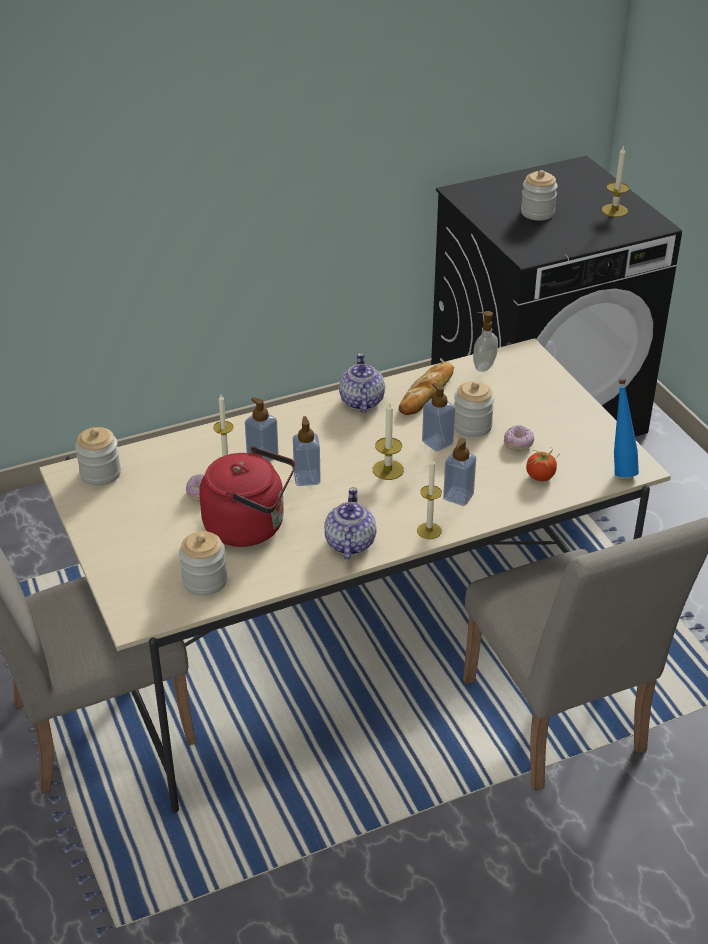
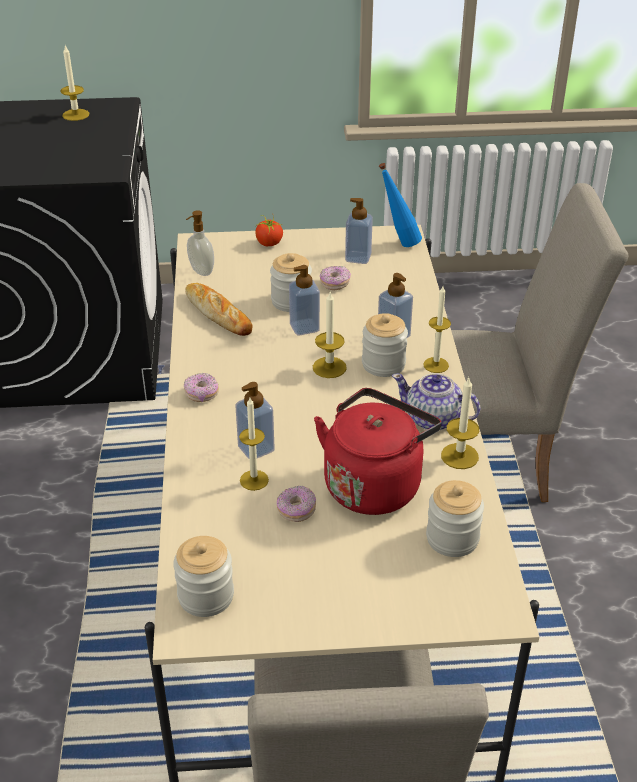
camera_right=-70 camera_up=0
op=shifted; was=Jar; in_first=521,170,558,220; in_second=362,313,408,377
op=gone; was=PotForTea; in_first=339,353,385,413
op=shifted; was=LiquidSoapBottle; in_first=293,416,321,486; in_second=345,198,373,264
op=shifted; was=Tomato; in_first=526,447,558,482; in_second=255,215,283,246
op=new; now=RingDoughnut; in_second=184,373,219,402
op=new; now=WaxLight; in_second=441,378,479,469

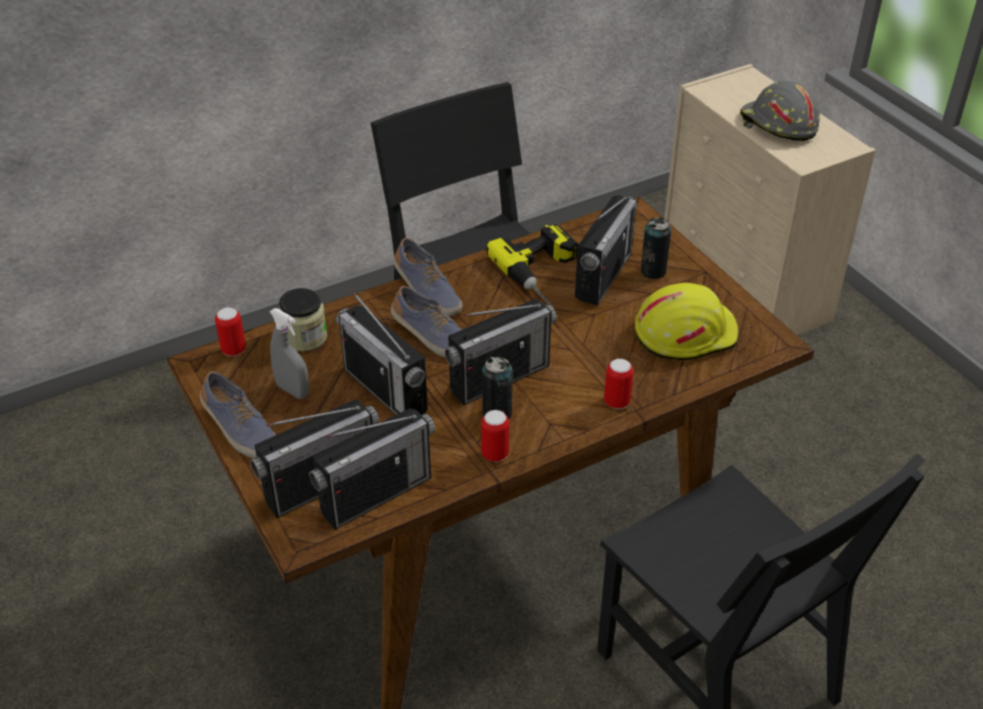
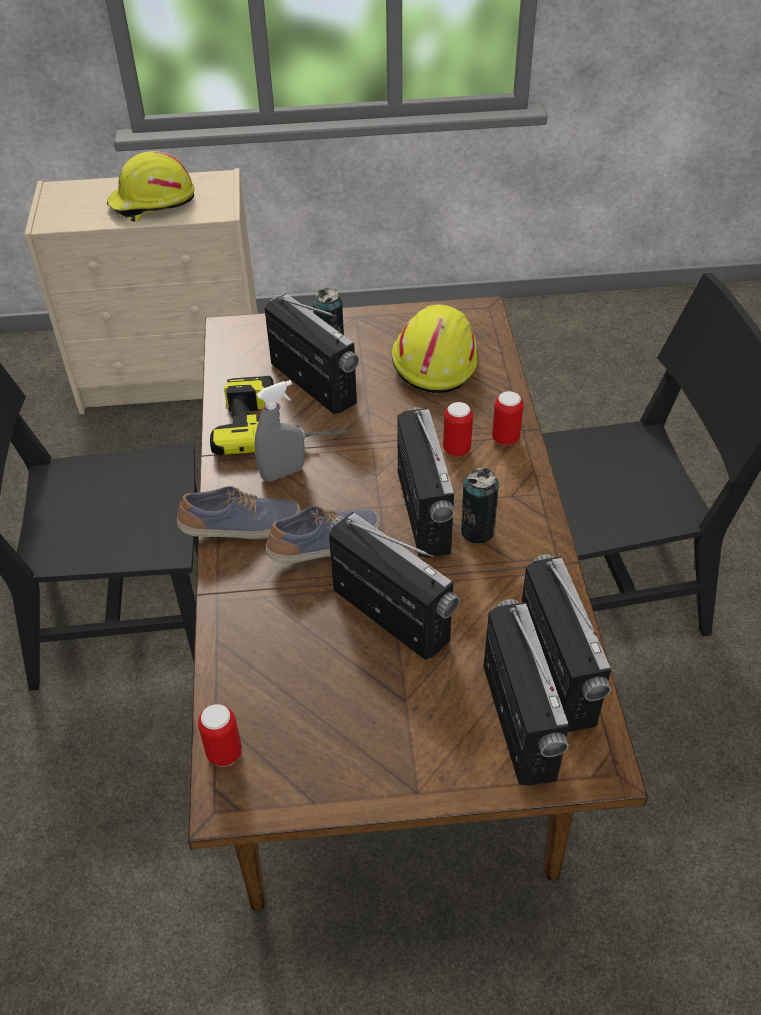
camera_right=-65 camera_up=5
op=repainted; was=GreyWorkHelmet; now=YellowWorkHelmet; in_first=740,81,820,141; in_second=107,151,195,222
op=gone; was=Jar; in_first=279,288,327,352
op=rotated; was=RadioSet; in_first=336,290,428,415; in_second=328,512,460,660; clockwise=-120
op=shifted; was=GreySprayer; in_first=269,308,309,399; in_second=255,380,304,482
op=gone; was=Shoe; in_first=200,371,276,458
op=shifted; was=SealedCan; in_first=481,410,509,462; in_second=443,402,473,457

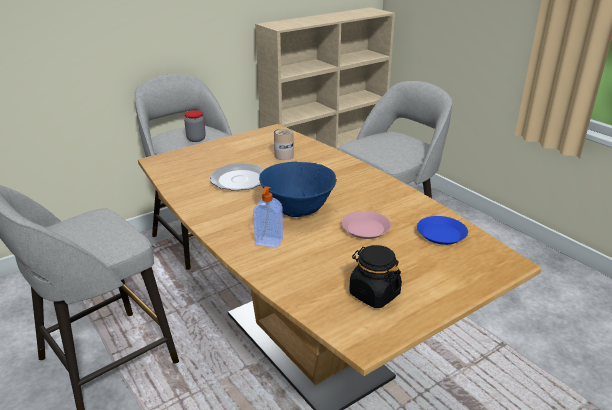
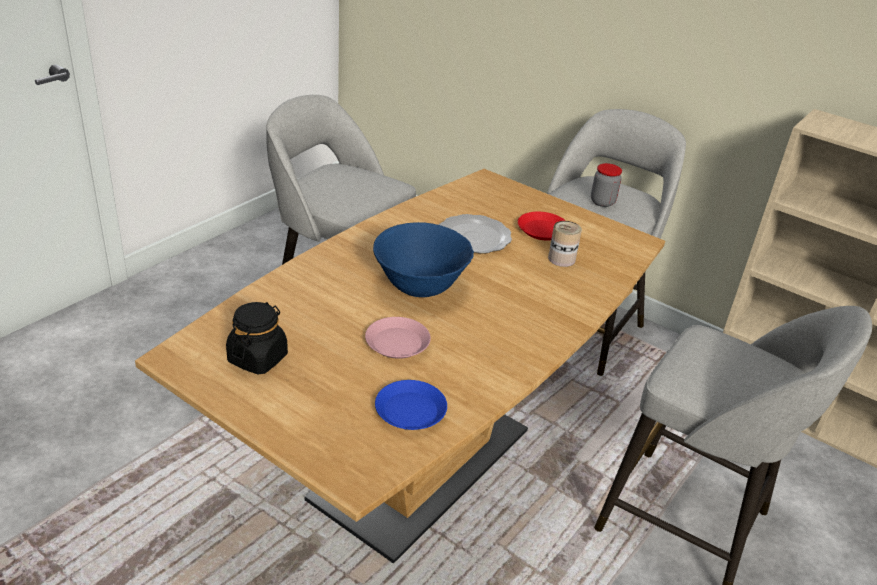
camera_right=70 camera_up=5
op=gone; was=LiquidSoapBottle; in_first=253,186,283,248
op=new; now=RedPlate; in_second=518,212,566,241

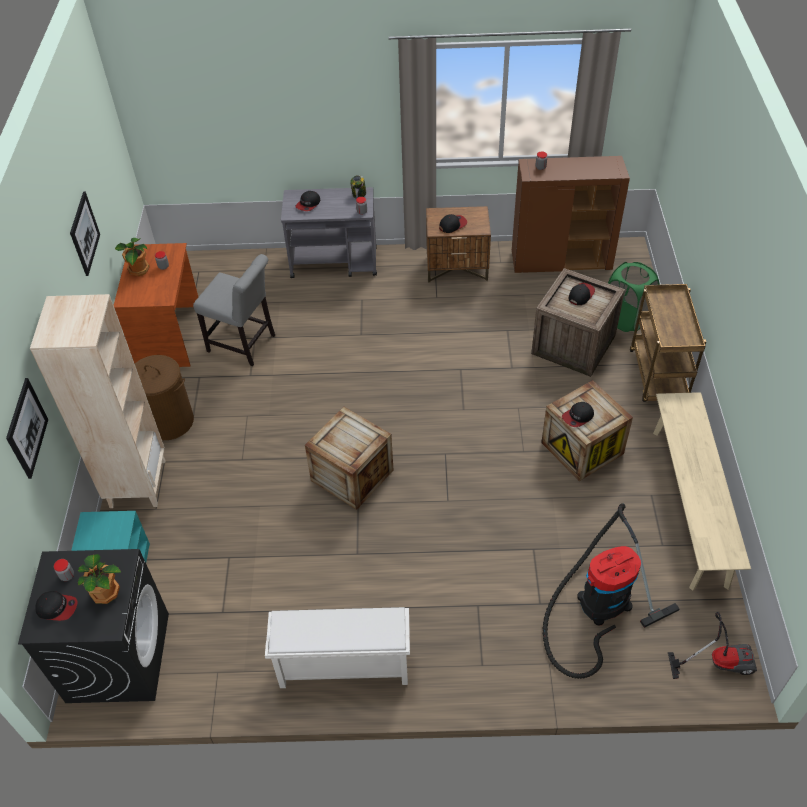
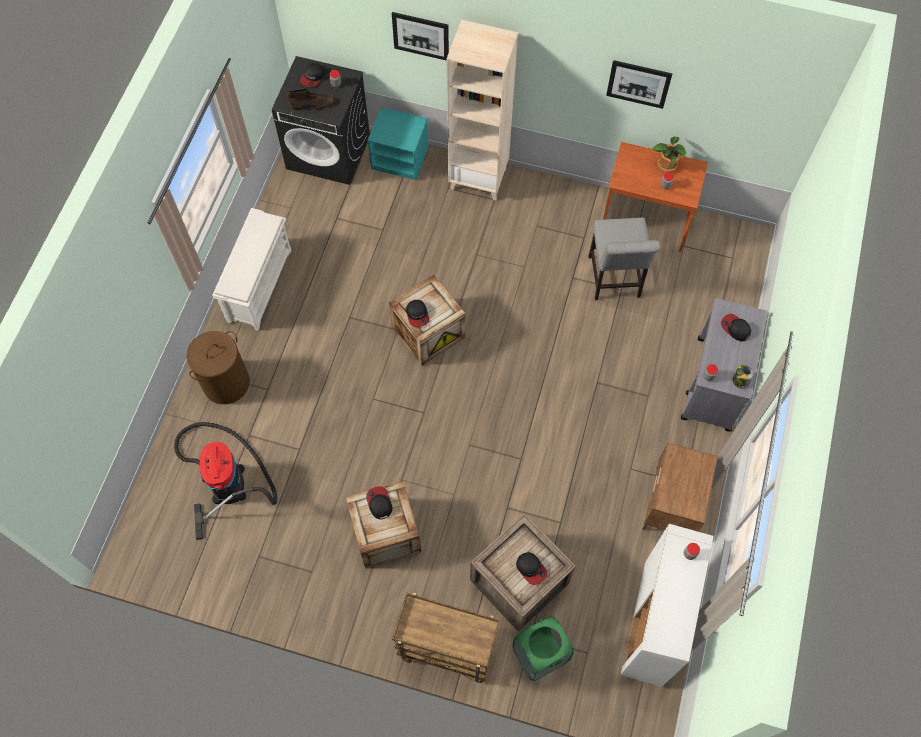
camera_right=105 camera_up=15
op=repainted; was=BrownCabinet; now=WhiteCabinet; in_first=512,156,630,273; in_second=620,524,714,687
op=shifted; was=PeakedCap; in_first=439,214,467,233; in_second=406,300,429,327
op=rotated; was=GreyPlainChair; in_first=193,254,275,366; in_second=589,217,660,300; clockwise=-45
op=shifted; was=BrownHamper; in_first=135,355,194,440; in_second=186,331,250,404
op=gone; was=SandColouredBench; in_first=653,392,751,591
op=swapped; was=PottedPlant; now=BrownTallBoot; in_first=78,554,121,604; in_second=288,87,334,111
op=gone; was=Hoover; in_first=668,612,757,679

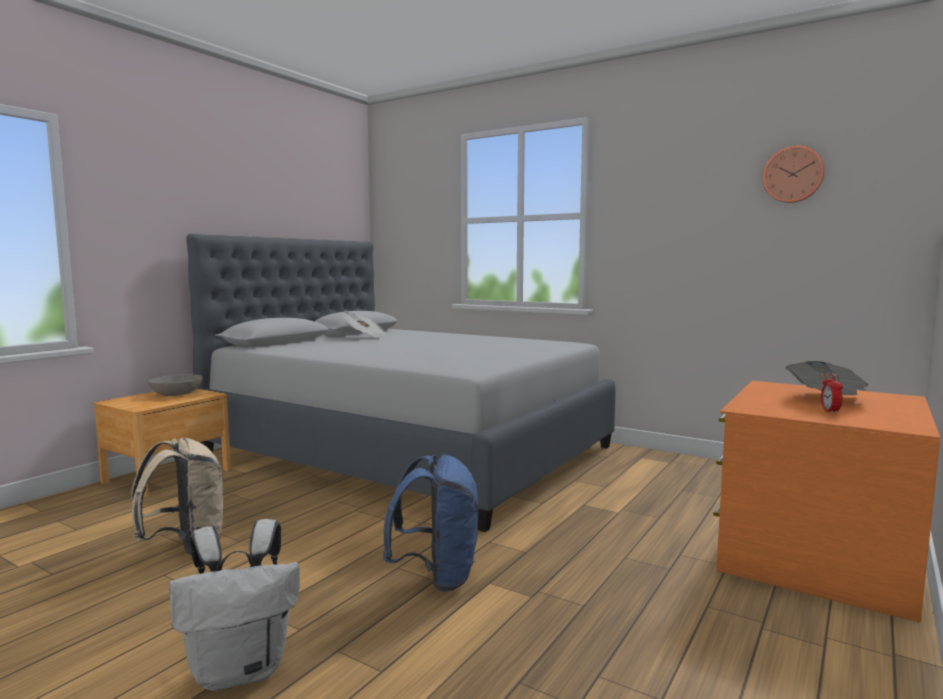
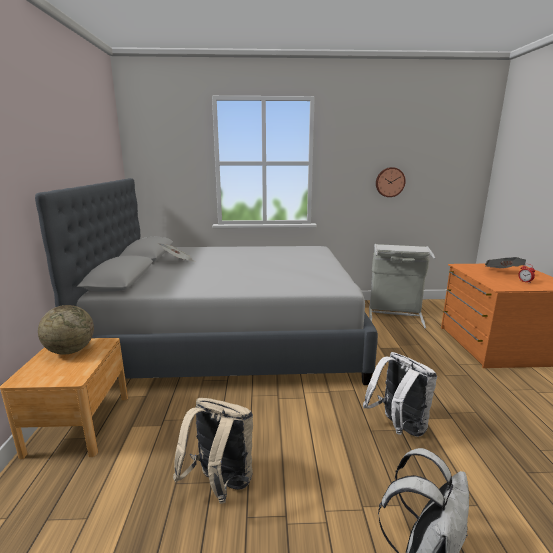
camera_right=-35 camera_up=10
op=shifted; was=HangingClock; in_first=762,145,825,203; in_second=376,167,406,197
op=swapped; was=GreyDeepDish; now=Globe; in_first=148,374,203,396; in_second=38,305,94,355
op=repainted; was=BluishBackpack; now=WhiteBackpack; in_first=383,455,479,592; in_second=363,352,437,437
op=new; now=GreyHamper; in_second=369,244,435,328

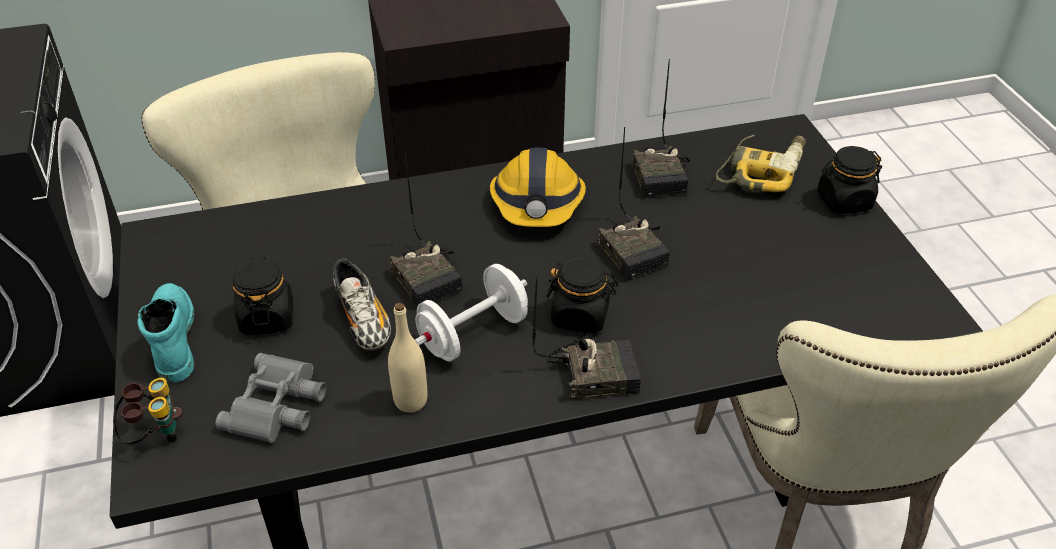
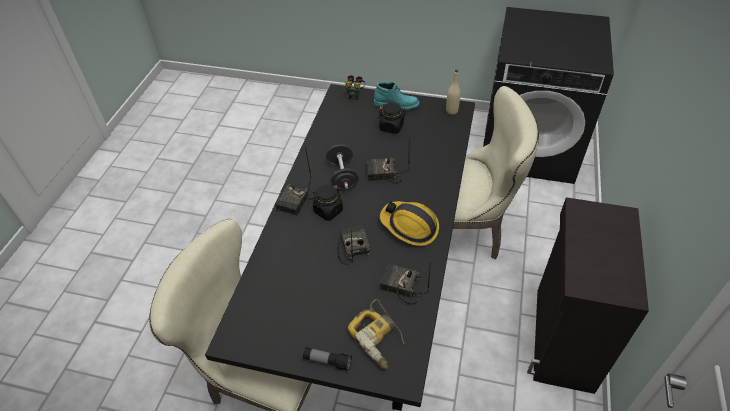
camera_right=120 camera_up=5
op=rotated; was=RadioSet; in_first=597,127,670,280; in_second=337,225,371,265; clockwise=75
op=swapped; was=BlackishJar; now=HandTorch; in_first=817,146,882,214; in_second=303,347,352,371
op=gone; was=Shoe; in_first=333,258,391,351
op=repainted; was=WhiteHandWeight; now=BlackishHandWeight; in_first=415,264,528,361; in_second=326,144,359,190
op=shifted; was=SandColouredBottle; in_first=388,303,427,413; in_second=446,70,460,115
op=gone; was=GreyFieldGlasses; in_first=215,353,326,443

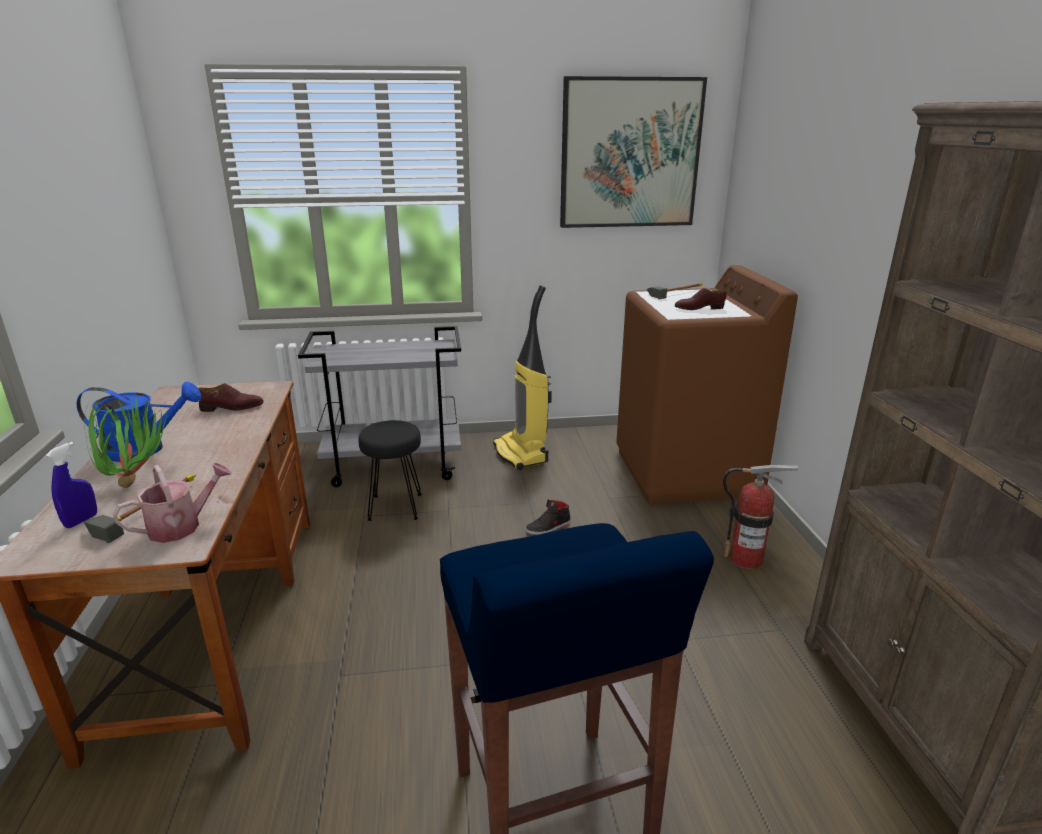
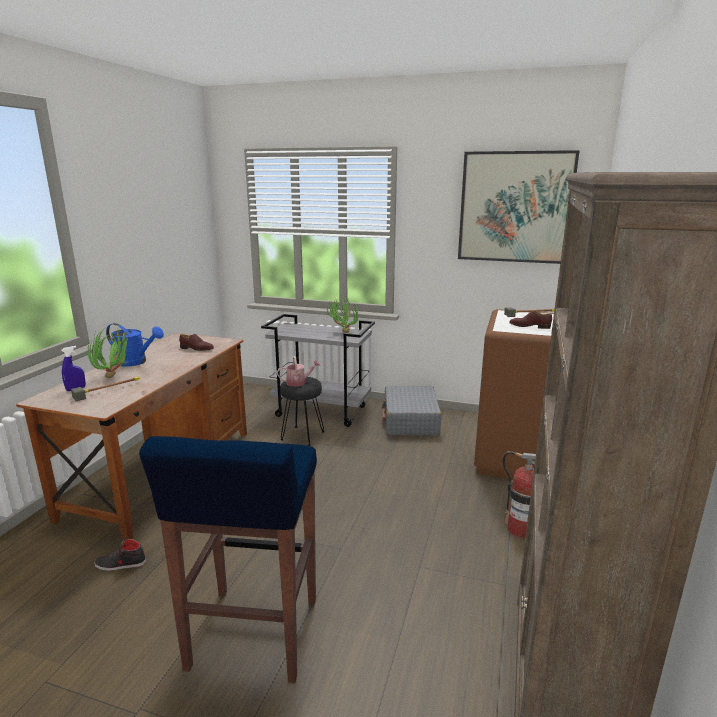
camera_right=25 camera_up=-5
op=swapped; was=Hoover; now=GreyPieceOfLuggage; in_first=493,285,552,470; in_second=382,386,442,436
op=shifted; was=WateringPot; in_first=113,463,232,543; in_second=277,356,320,386
op=shifted; was=BlackishShoe; in_first=525,500,570,535; in_second=94,537,146,571
op=new; now=PottedPlant; in_second=326,297,359,333

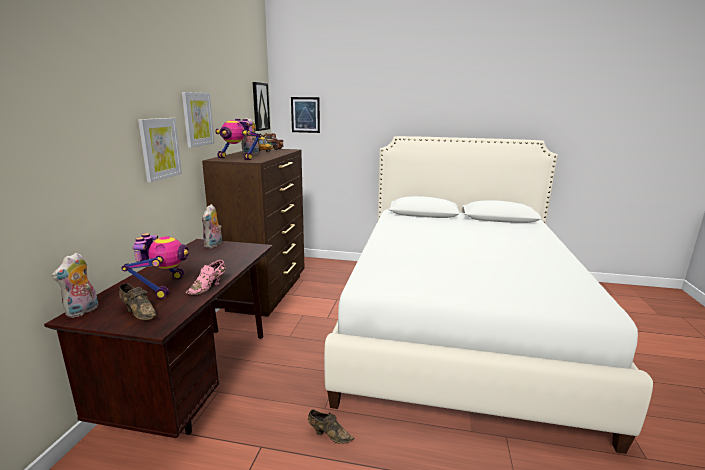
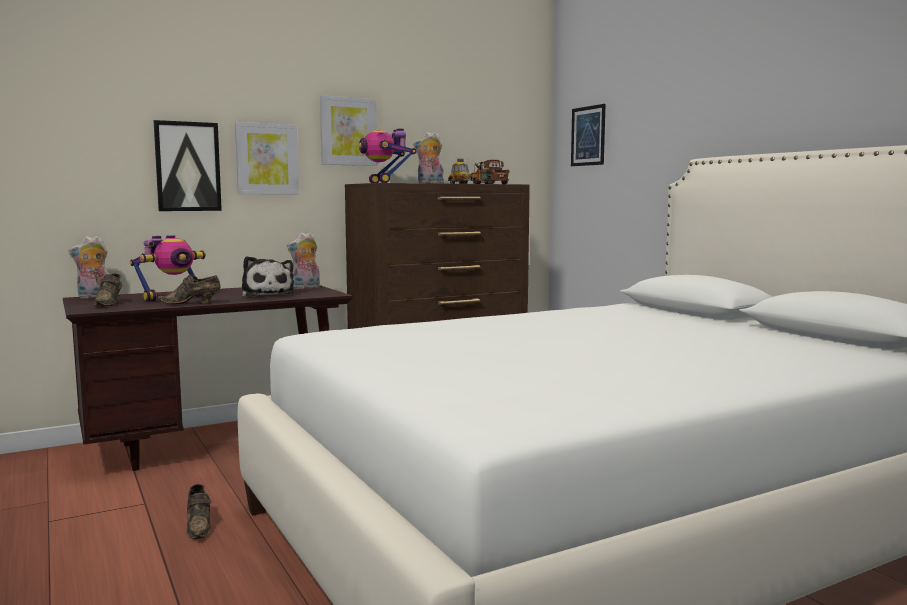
camera_right=50 camera_up=-10
op=shifted; was=Picture; in_first=252,82,270,131; in_second=154,120,222,211
op=repainted; was=PinkishShoe; now=BrownShoe; in_first=185,260,226,295; in_second=158,274,221,304
op=new; now=PlushToy; in_second=242,256,294,296

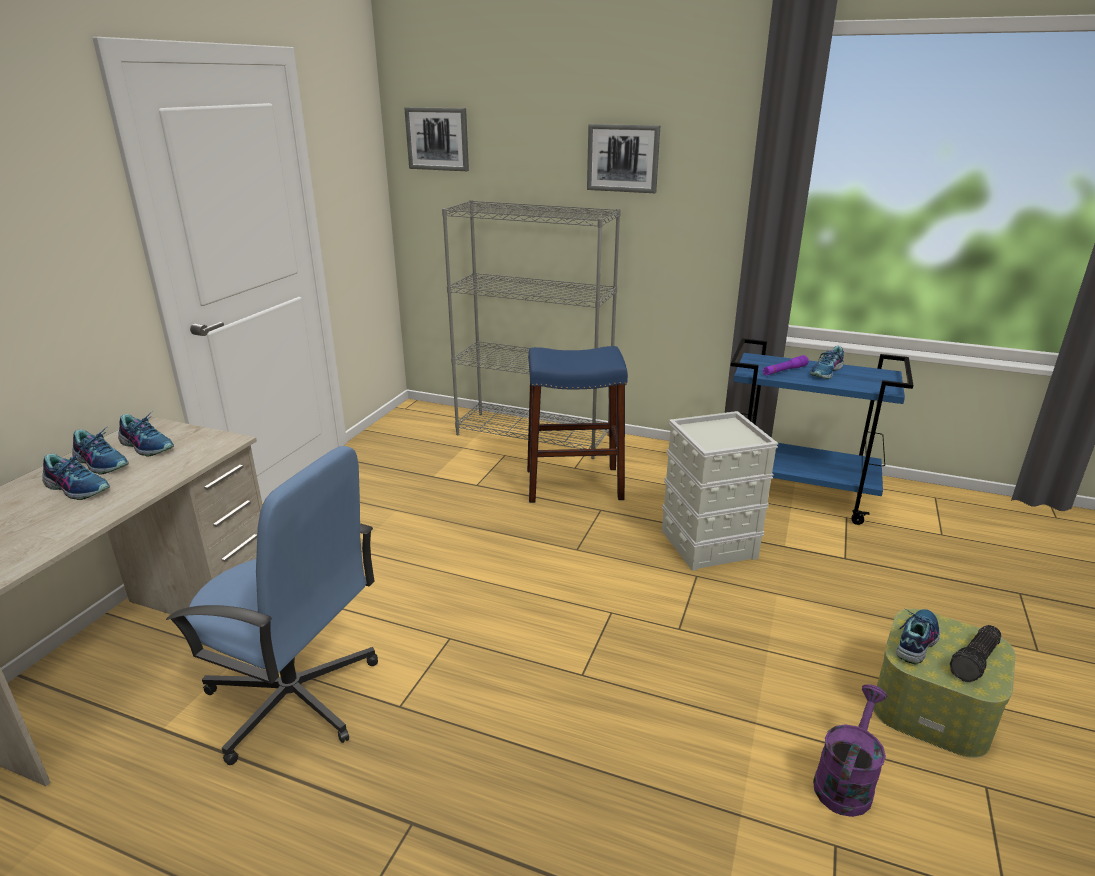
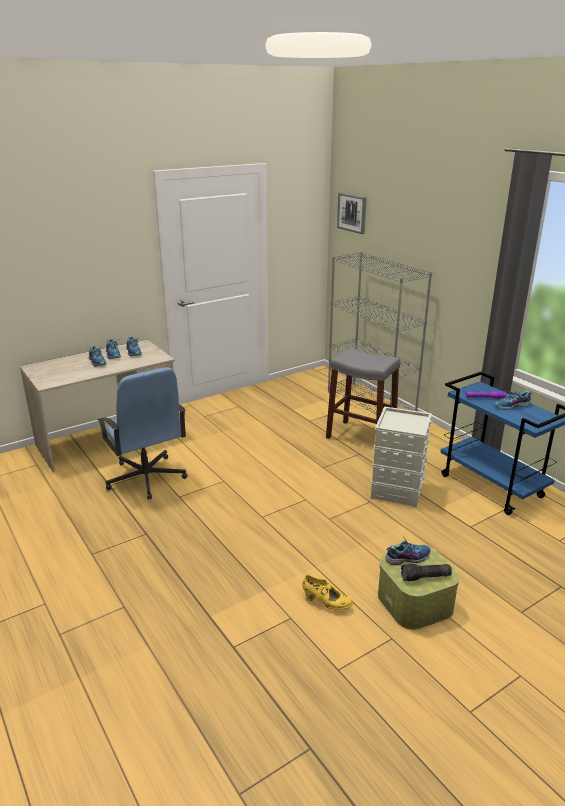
camera_right=35 camera_up=0
op=gone; was=Picture; in_first=587,124,660,193
op=repainted; was=BluishSittingStool; now=GreySittingStool; in_first=527,346,628,503; in_second=326,348,400,439
op=swapped; was=PurplishWateringPot; now=YellowShoe; in_first=813,684,887,817; in_second=302,575,353,610

